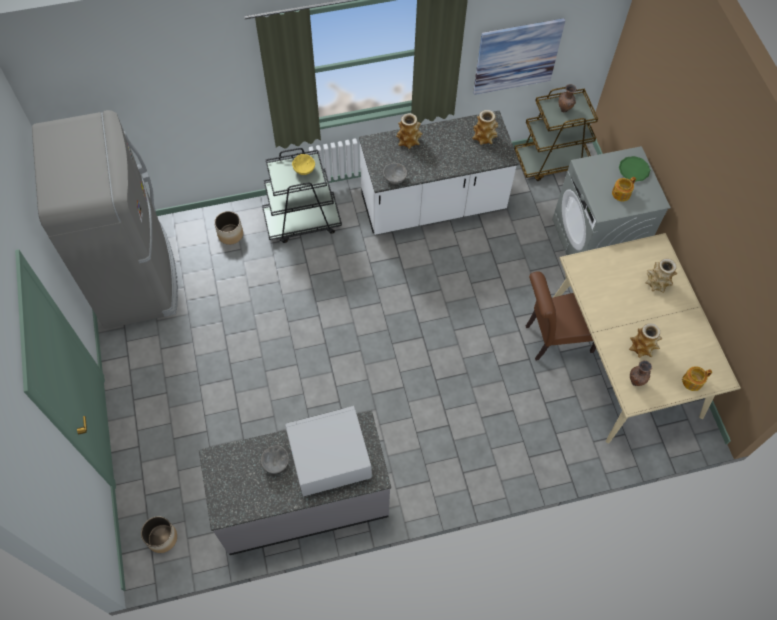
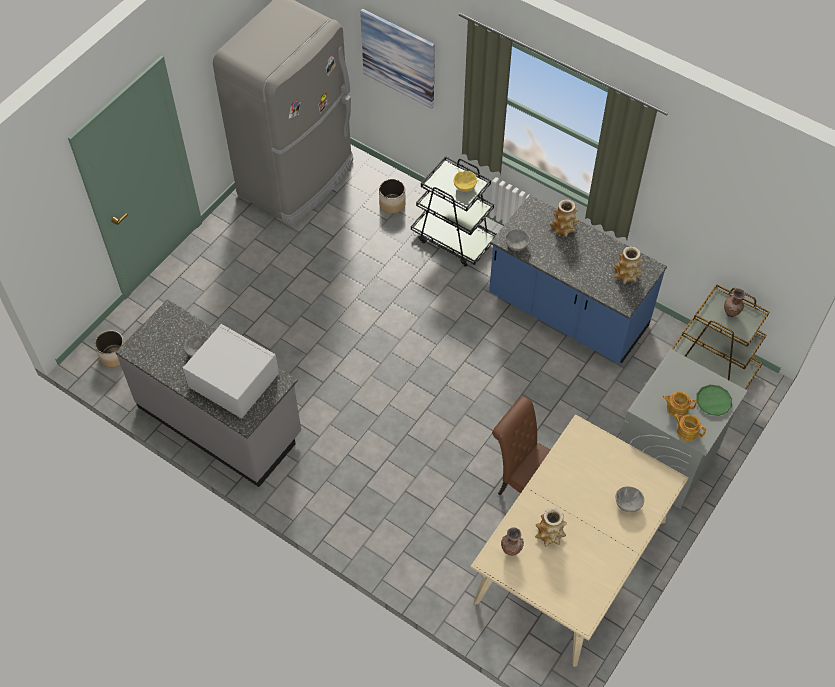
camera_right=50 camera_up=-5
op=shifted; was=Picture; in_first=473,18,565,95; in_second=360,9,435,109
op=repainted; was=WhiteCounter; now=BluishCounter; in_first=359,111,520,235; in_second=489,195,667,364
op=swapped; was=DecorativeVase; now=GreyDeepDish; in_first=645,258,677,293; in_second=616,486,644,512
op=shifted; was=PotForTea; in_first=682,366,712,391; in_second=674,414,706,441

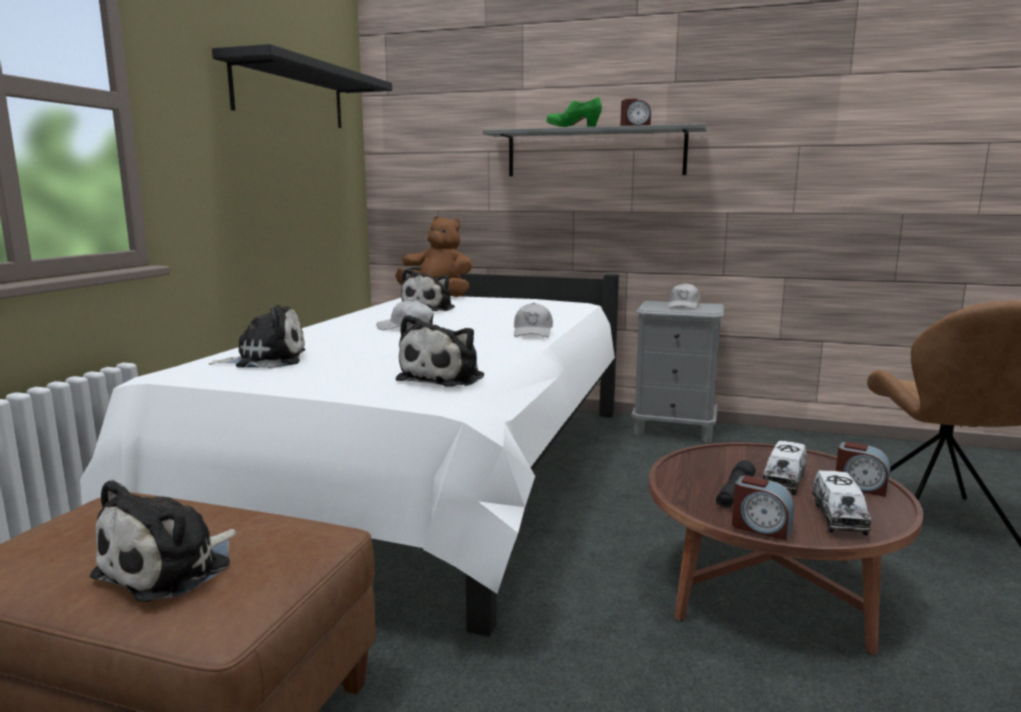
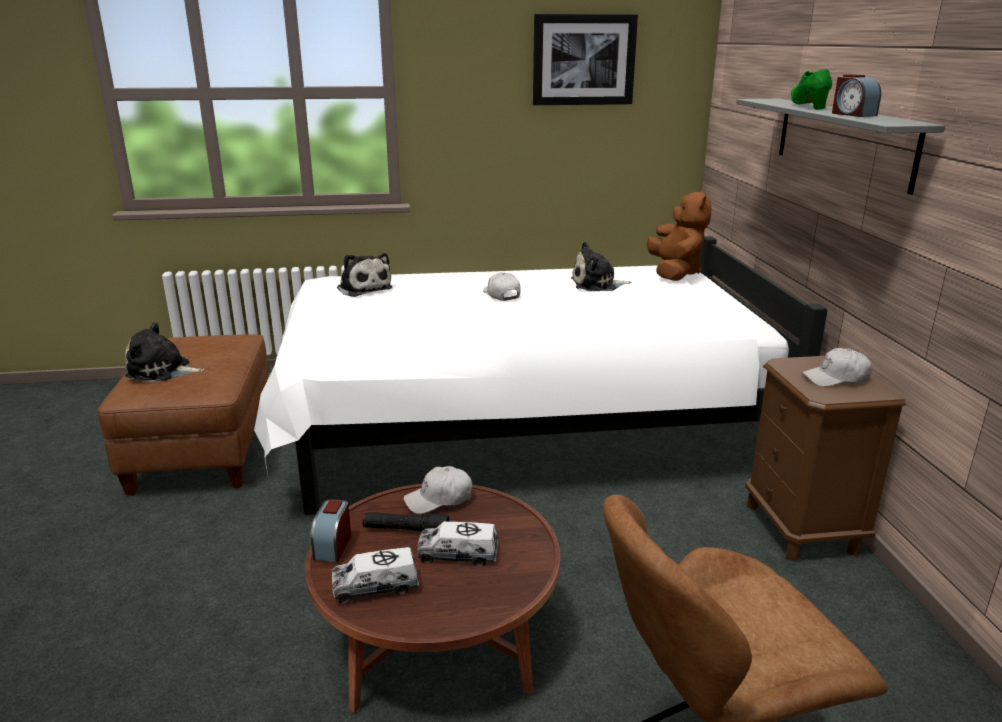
camera_right=65 camera_up=10
op=swapped; was=BlackishWallShelf; now=Picture; in_first=212,44,392,128; in_second=533,14,638,105
op=repainted; was=GreyNightTable; now=BrownNightTable; in_first=631,301,724,443; in_second=745,356,906,562
op=shifted; was=WhitePeakedCap; in_first=514,303,553,337; in_second=404,466,472,514
op=gone; was=PlushToy; in_first=396,315,484,387
op=gone; was=BedsideClock; in_first=836,442,890,497

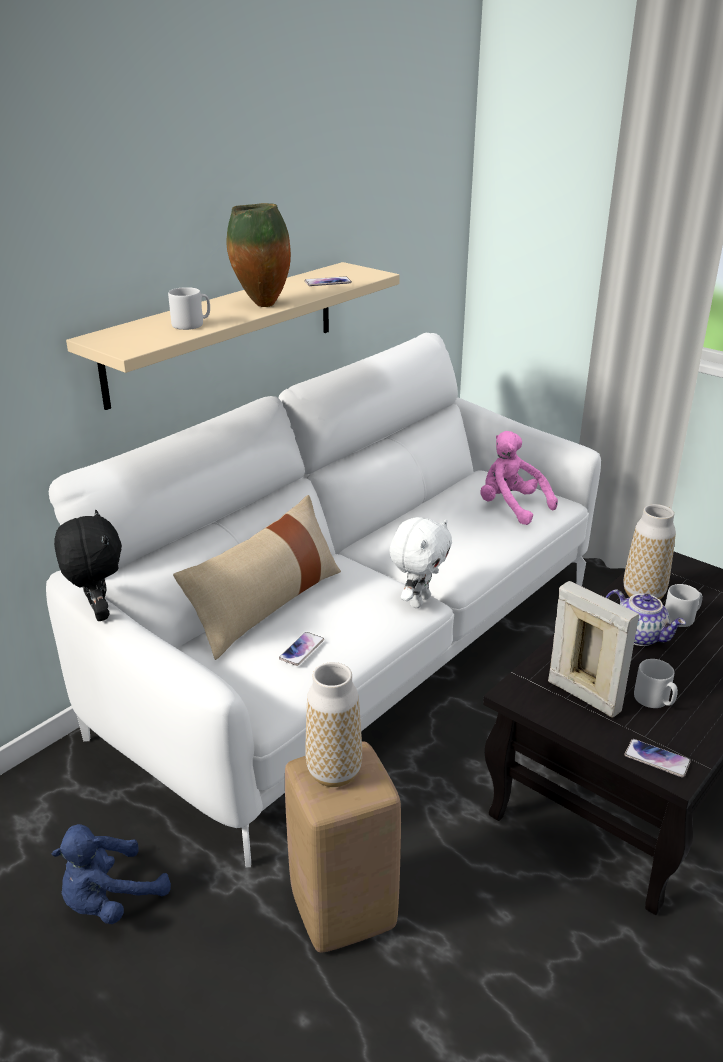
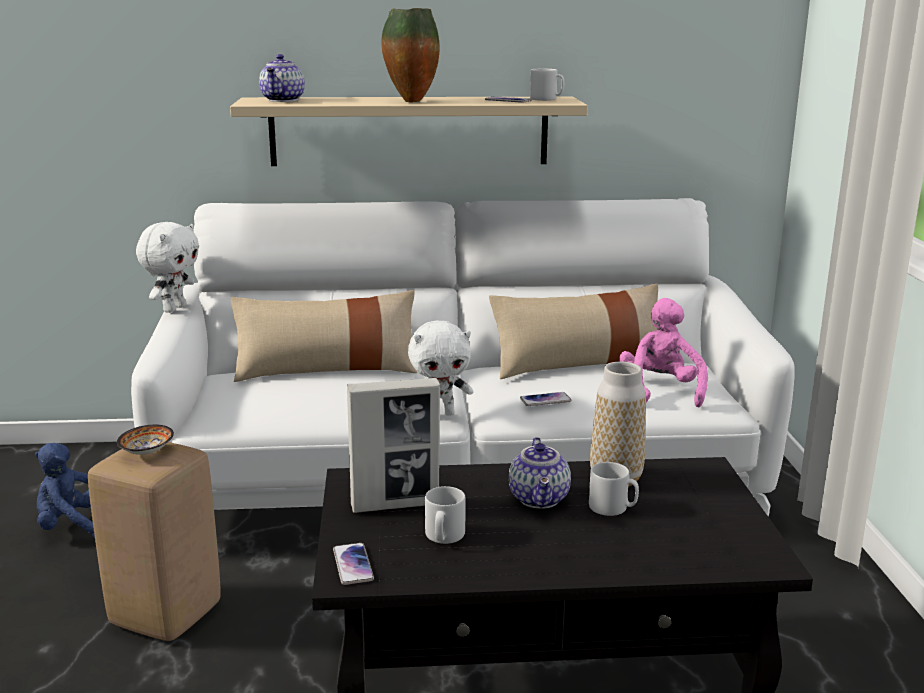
camera_right=45 camera_up=-10
op=shifted; was=GreyTeaMug; in_first=168,287,210,330; in_second=530,69,564,101
op=repainted; was=BlackishPlushToy; now=WhitePlushToy; in_first=54,510,122,621; in_second=136,222,199,313
op=rotated; was=StandingFrame; in_first=548,581,639,718; in_second=347,378,440,513; clockwise=75
op=shifted; was=Handset; in_first=279,632,324,666; in_second=520,392,571,406
op=swapped; was=DecorativeVase; now=DeepDish; in_first=305,662,362,787; in_second=117,425,174,455
op=new; now=PotForTea; in_second=259,54,305,102
op=new; now=SandColouredCushion; in_second=489,284,658,379

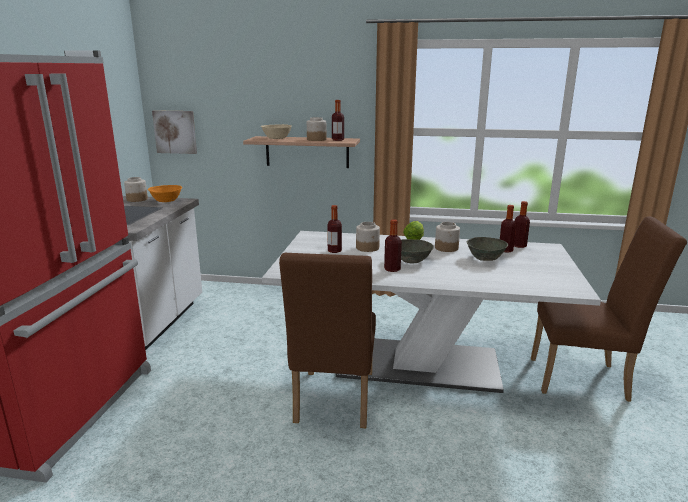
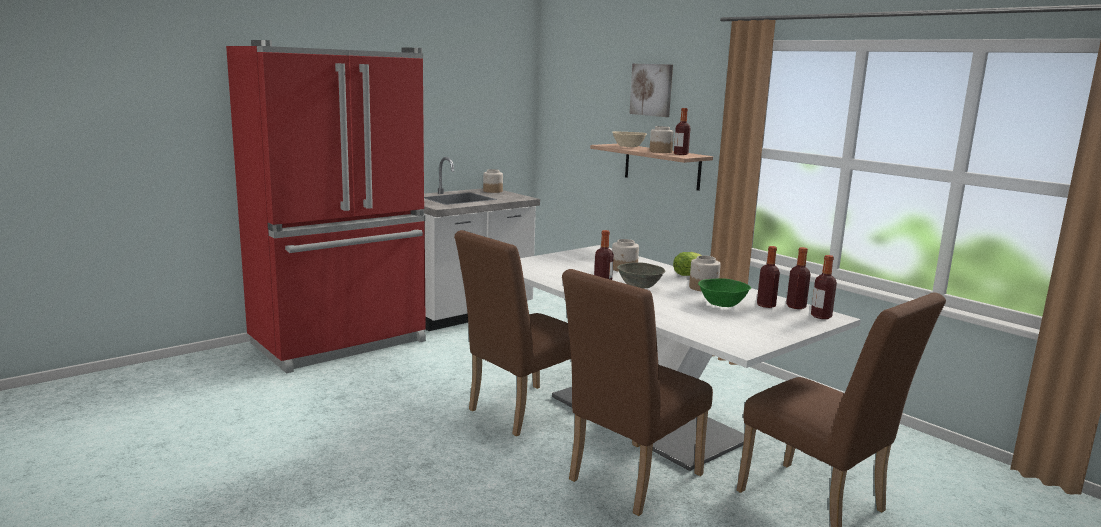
camera_right=40 camera_up=-5
op=shifted; was=Picture; in_first=152,110,197,154; in_second=629,64,673,117
op=gone; was=OrangeyDeepDish; in_first=148,185,182,202
op=shifted; was=Bottle; in_first=327,205,342,253; in_second=811,255,837,319
op=repainted; was=GreyDeepDish; now=GreenColouredDeepDish; in_first=467,237,508,261; in_second=698,278,751,307
op=new; now=BrownPlainChair; in_second=562,269,713,516

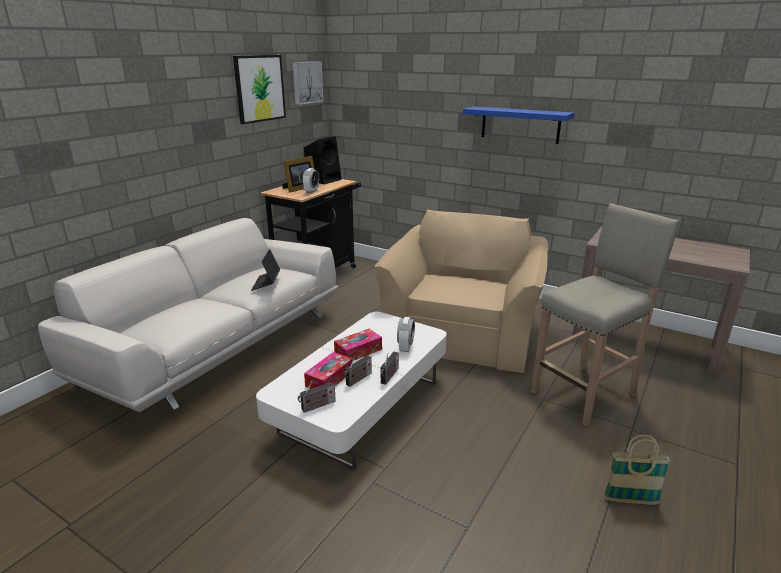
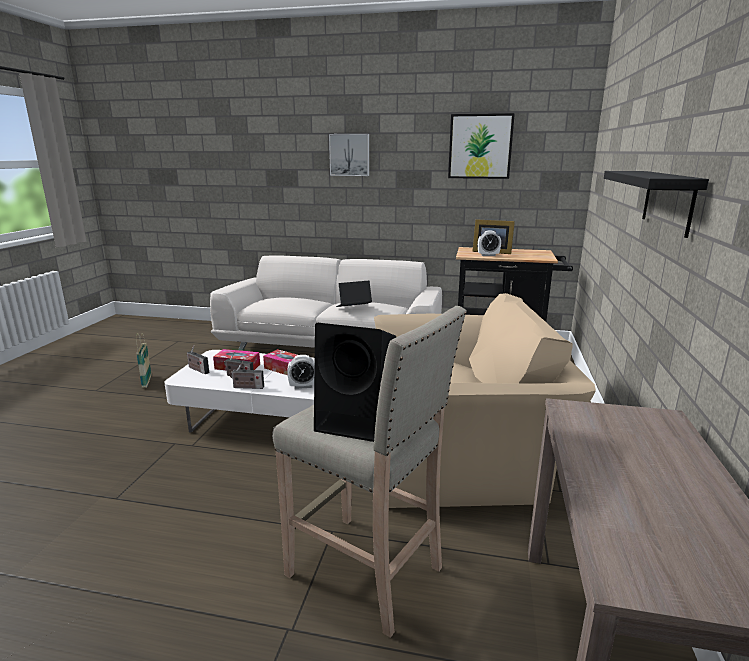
camera_right=70 camera_up=-5
op=shifted; was=Picture; in_first=293,61,323,105; in_second=329,134,369,176
op=repainted; was=BluishWallShelf; now=BlackishWallShelf; in_first=463,106,574,144; in_second=604,171,709,238
op=shifted; was=BlackishLoudspeaker; in_first=304,136,342,184; in_second=314,323,396,442
op=shifted; was=StorageBasket; in_first=604,435,670,505; in_second=136,333,152,388

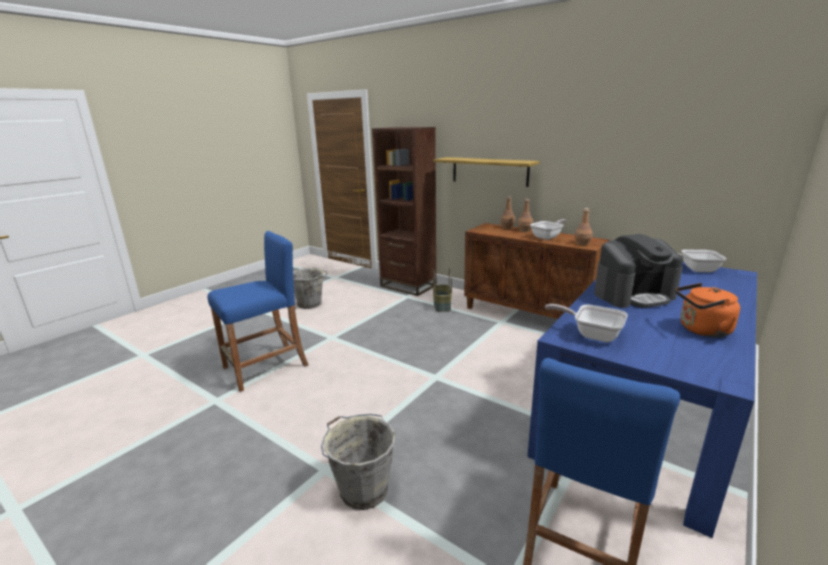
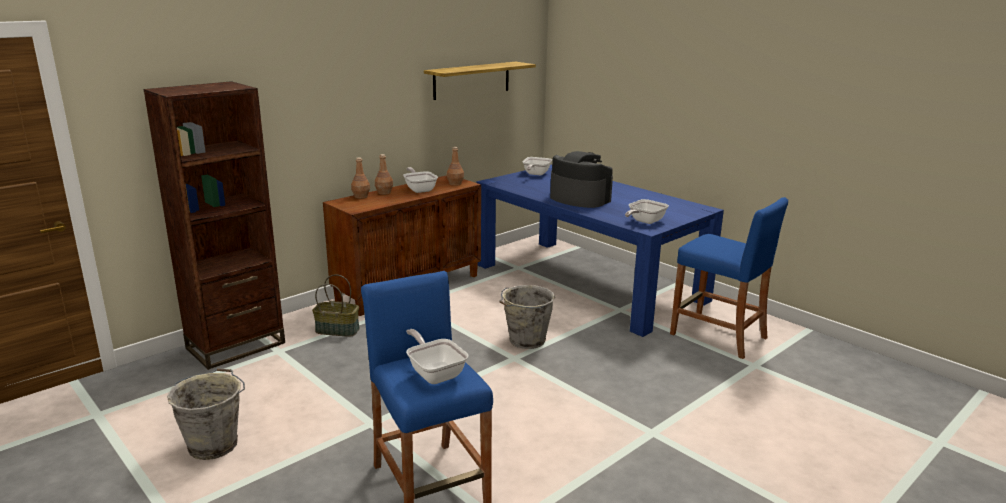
camera_right=-80 camera_up=0
op=shifted; was=WallShelf; in_first=433,157,540,187; in_second=424,62,536,100
op=rotated; was=CoffeeMachine; in_first=594,234,683,308; in_second=550,151,613,208; clockwise=-45
op=gone; was=OrangeyWaterKettle; in_first=675,283,740,337
op=shifted; was=GreyBucket; in_first=321,414,395,510; in_second=500,285,555,349
op=new; now=Skillet; in_second=406,329,468,384

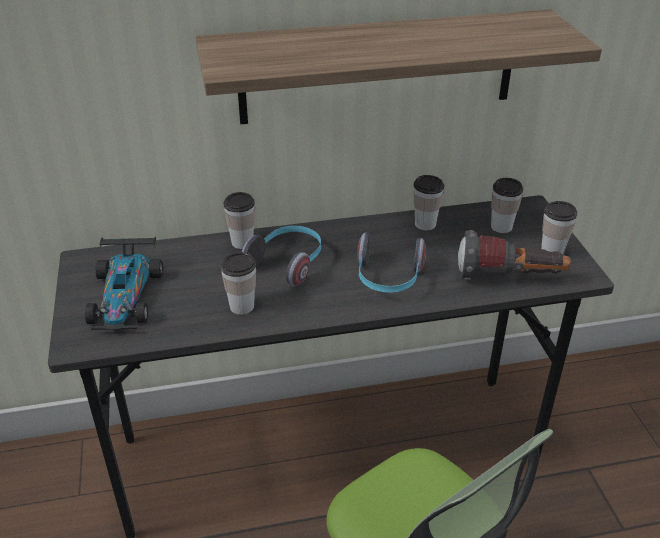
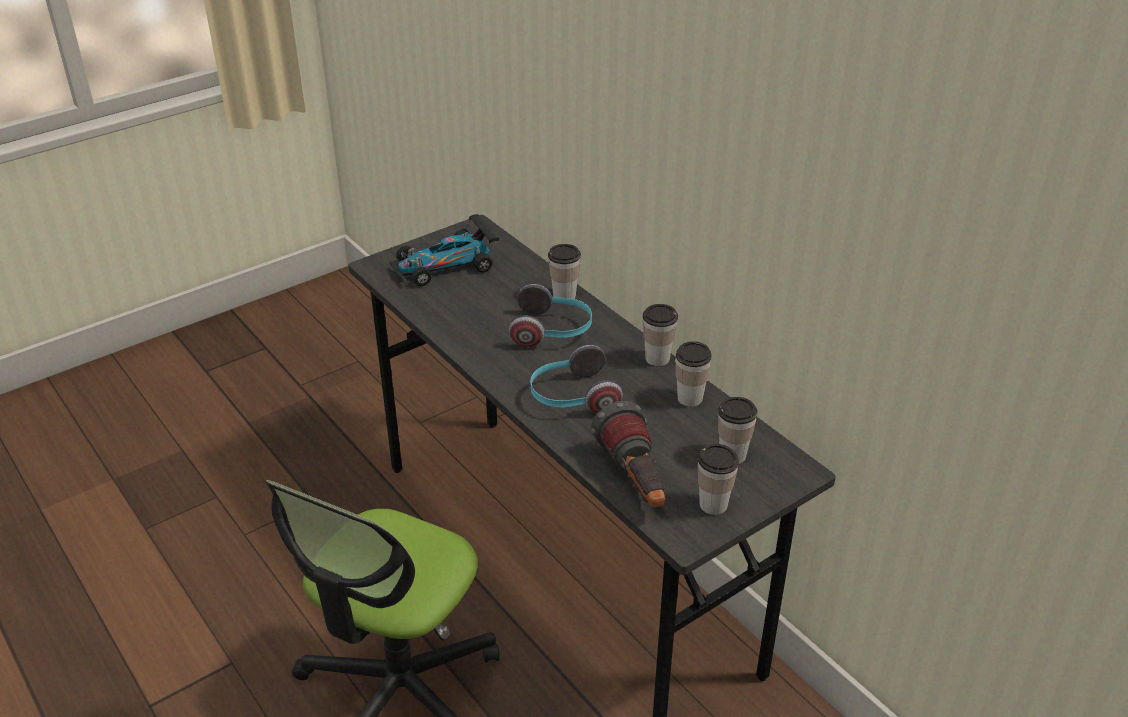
camera_right=65 camera_up=0
op=gone; was=WallShelf; in_first=196,9,602,124
op=shifted; was=SmallCup; in_first=221,252,256,315; in_second=643,304,678,366

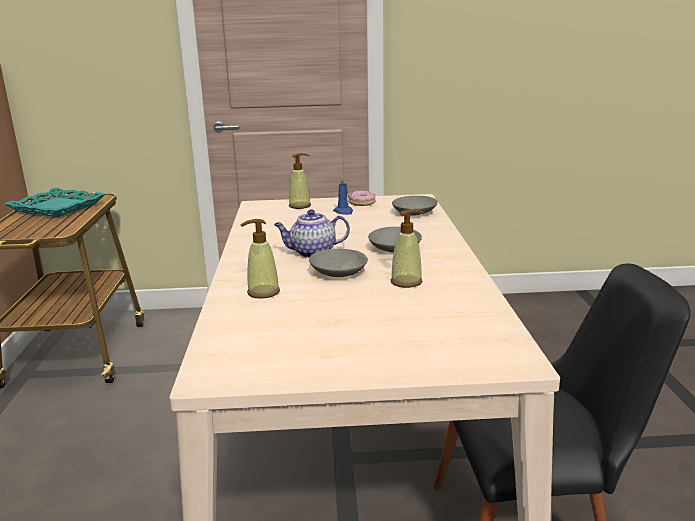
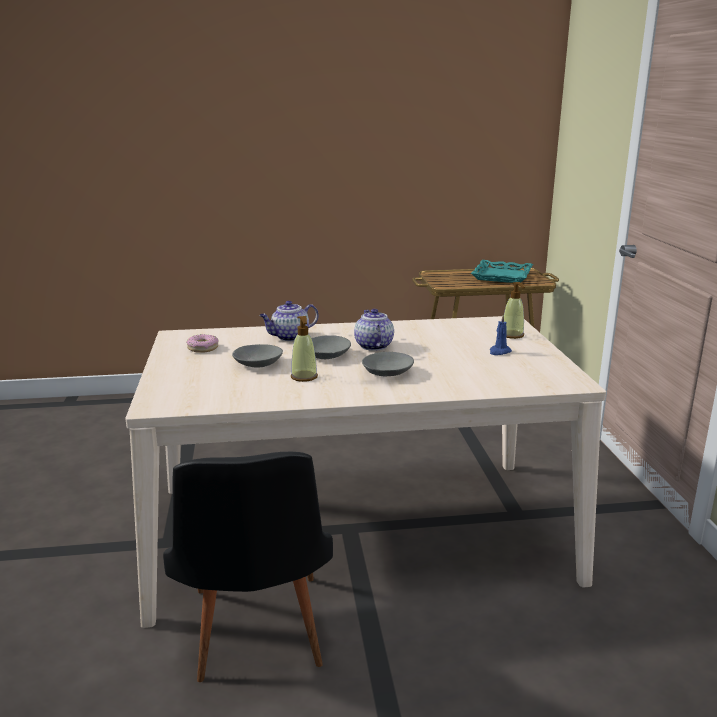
camera_right=85 camera_up=0
op=shifted; was=RingDoughnut; in_first=348,191,376,206; in_second=186,334,219,353
op=shifted; was=GreyDeepDish; in_first=392,196,438,216; in_second=232,344,283,368
op=swapped; was=LiquidSoapBottle; now=PotForTea; in_first=241,219,280,299; in_second=259,301,319,341

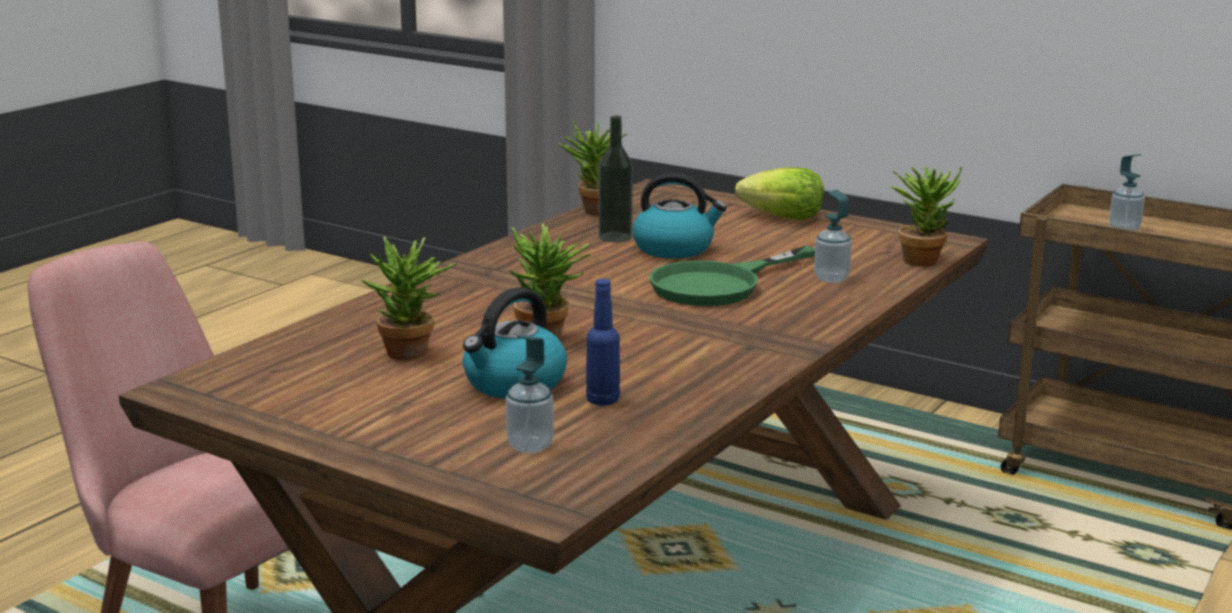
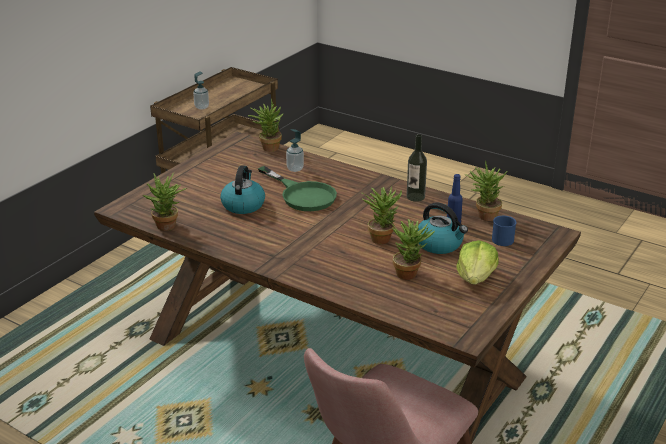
camera_right=-90 camera_up=10
op=shifted; was=Bottle; in_first=599,115,633,242; in_second=406,134,427,202
op=shifted; was=LettuceHead; in_first=735,168,824,220; in_second=456,240,499,285
op=swapped; was=LiquidSoapBottle; now=BluishTeaMug; in_first=506,335,554,453; in_second=492,216,517,246
op=new; now=PottedPlant; in_second=465,160,508,221

